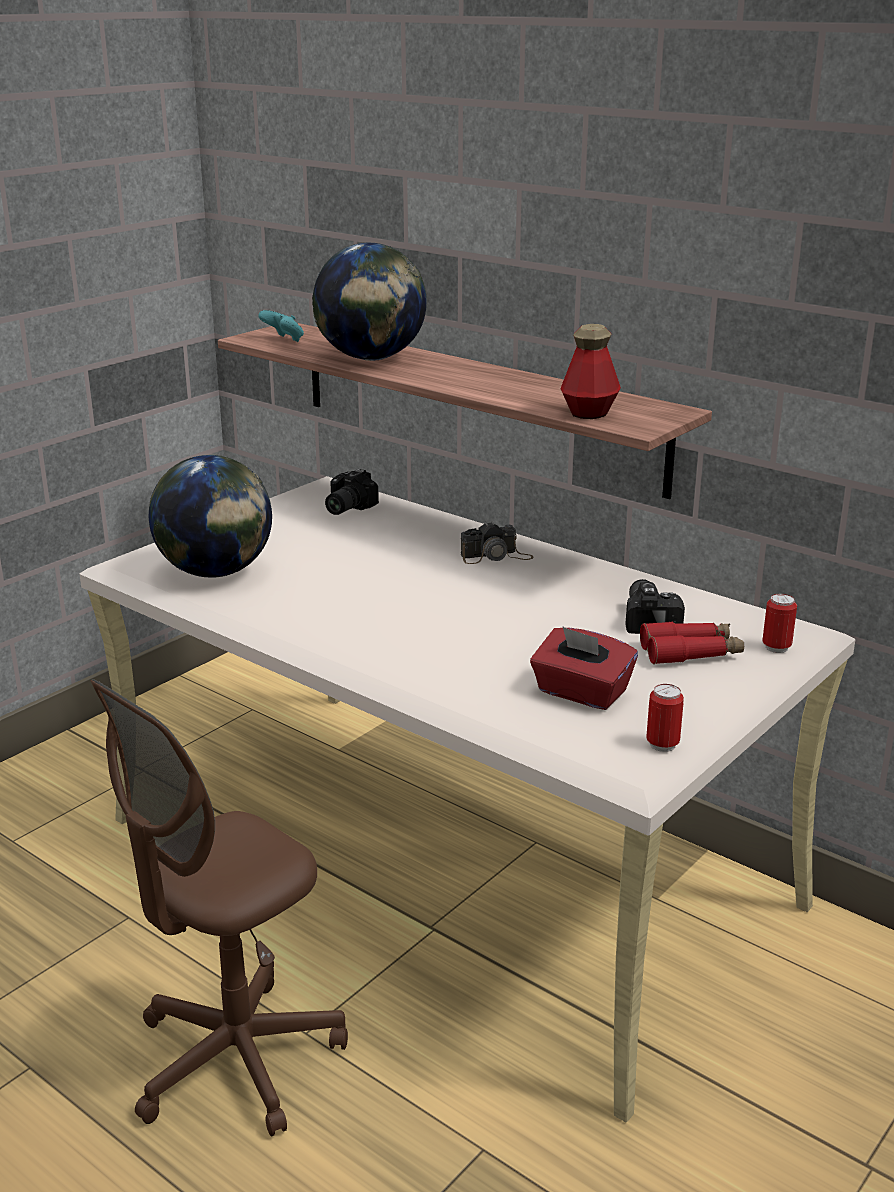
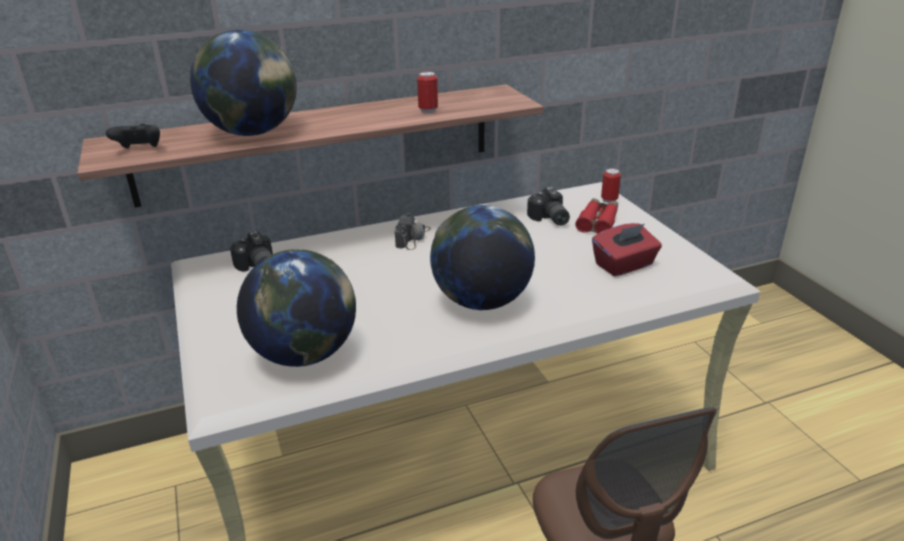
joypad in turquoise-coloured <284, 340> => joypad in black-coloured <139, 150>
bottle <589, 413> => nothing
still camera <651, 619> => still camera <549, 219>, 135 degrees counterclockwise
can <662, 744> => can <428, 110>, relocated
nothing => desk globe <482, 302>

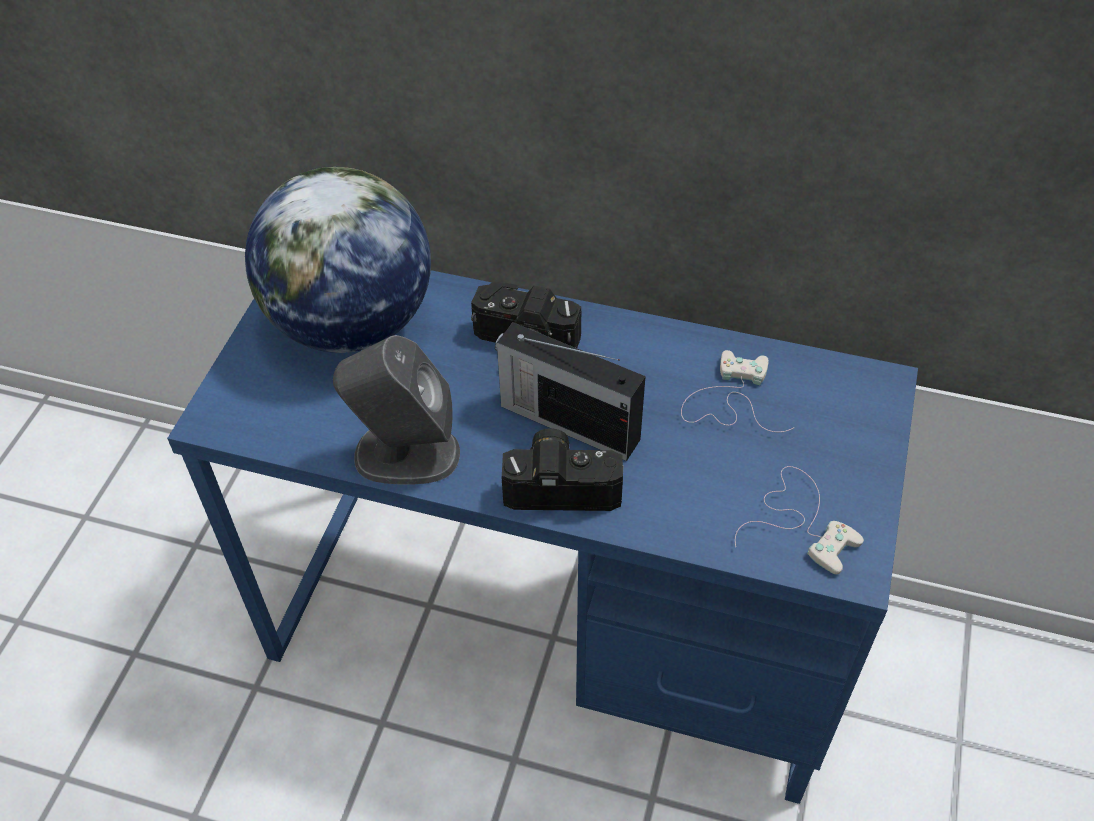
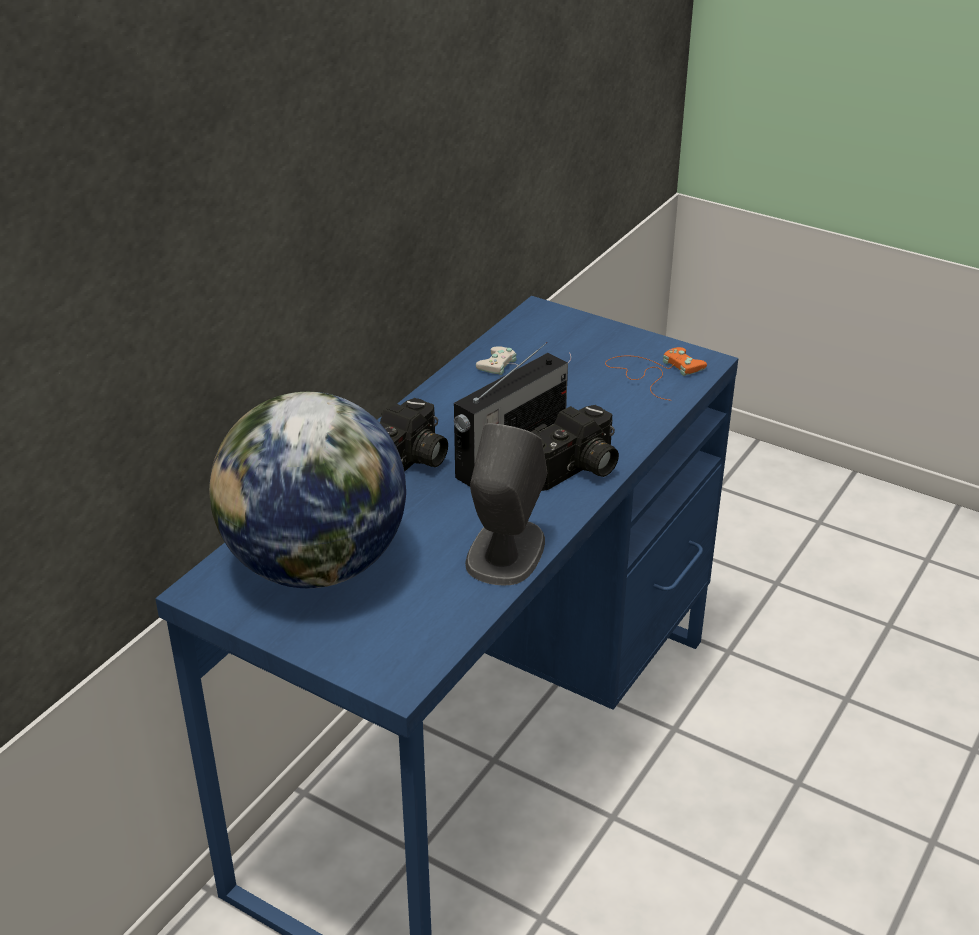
still camera <563, 483> => still camera <575, 471>, 150 degrees counterclockwise
joypad in whitish <800, 521> => joypad in orange-coloured <653, 372>

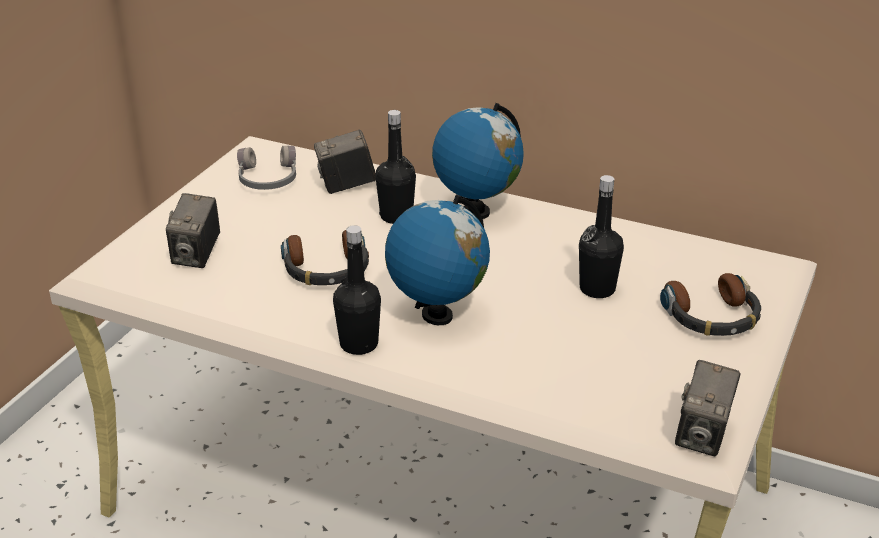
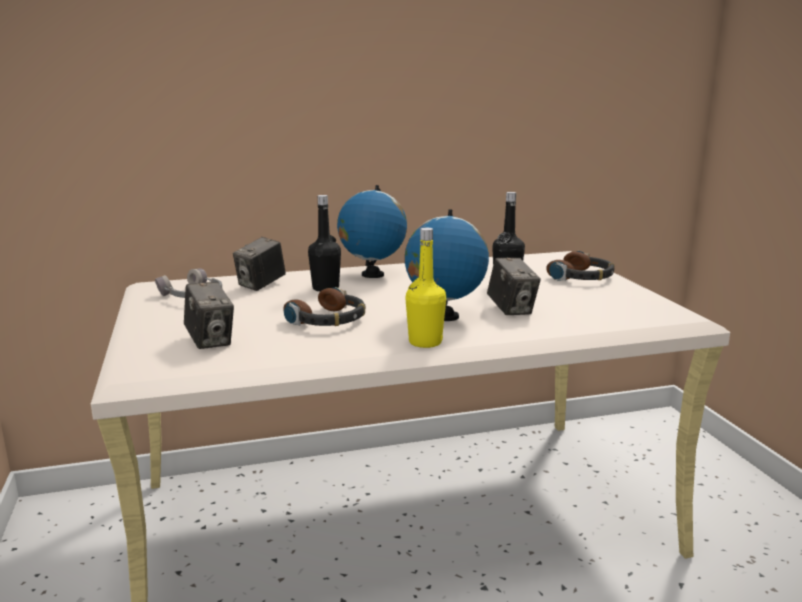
bottle in black-coloured <359, 344> => bottle in yellowish <425, 342>
still camera <702, 436> => still camera <511, 310>, relocated

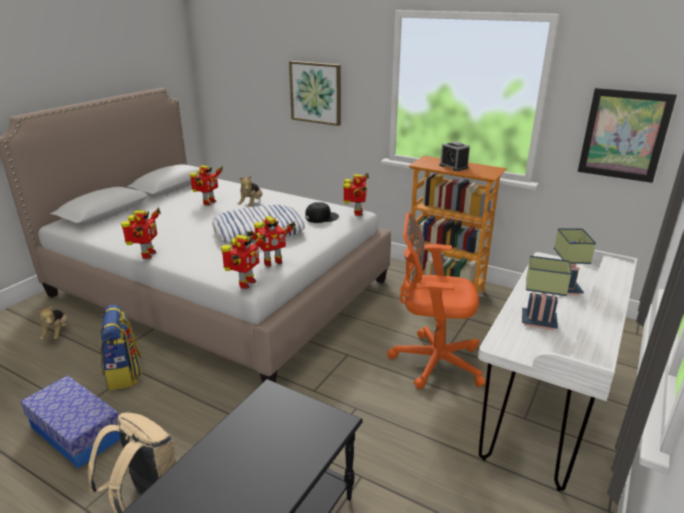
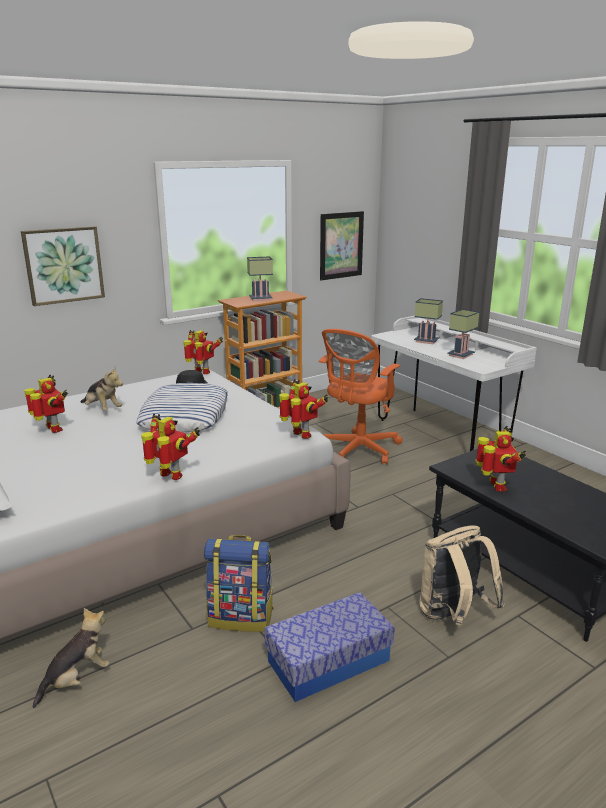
table clock <453, 166> => lamp for a table <261, 299>
robot figure <272, 262> => robot figure <496, 486>, relocated
soft toy <57, 333> => soft toy <77, 679>, 60 degrees counterclockwise

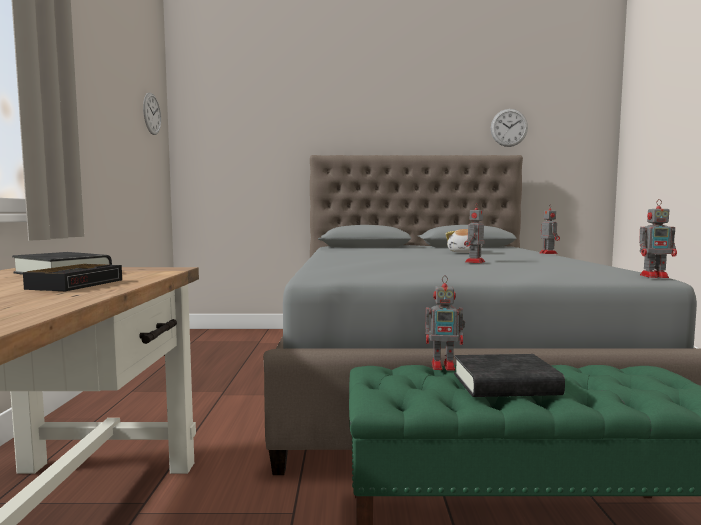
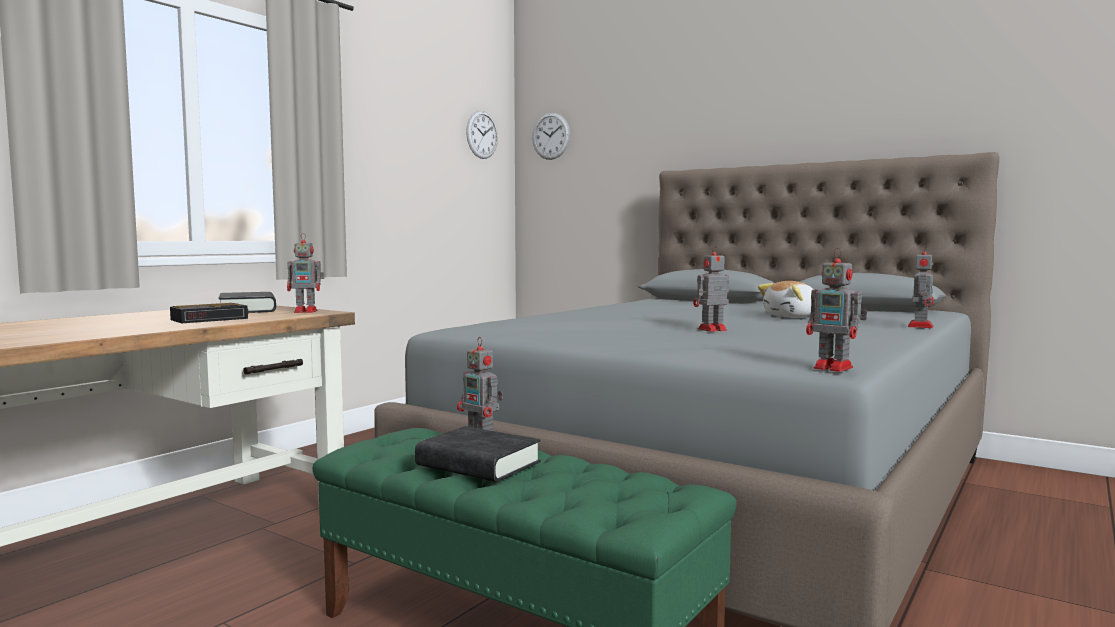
wall clock <509, 127> => wall clock <551, 136>, relocated
nothing => robot figure <307, 311>

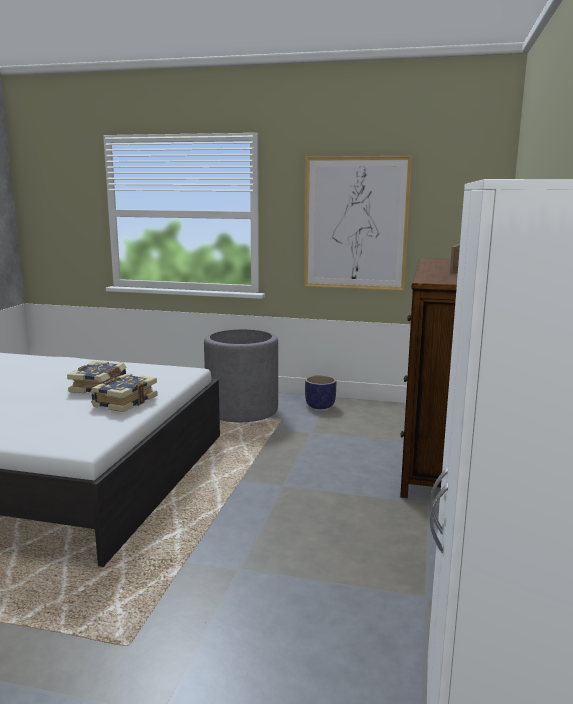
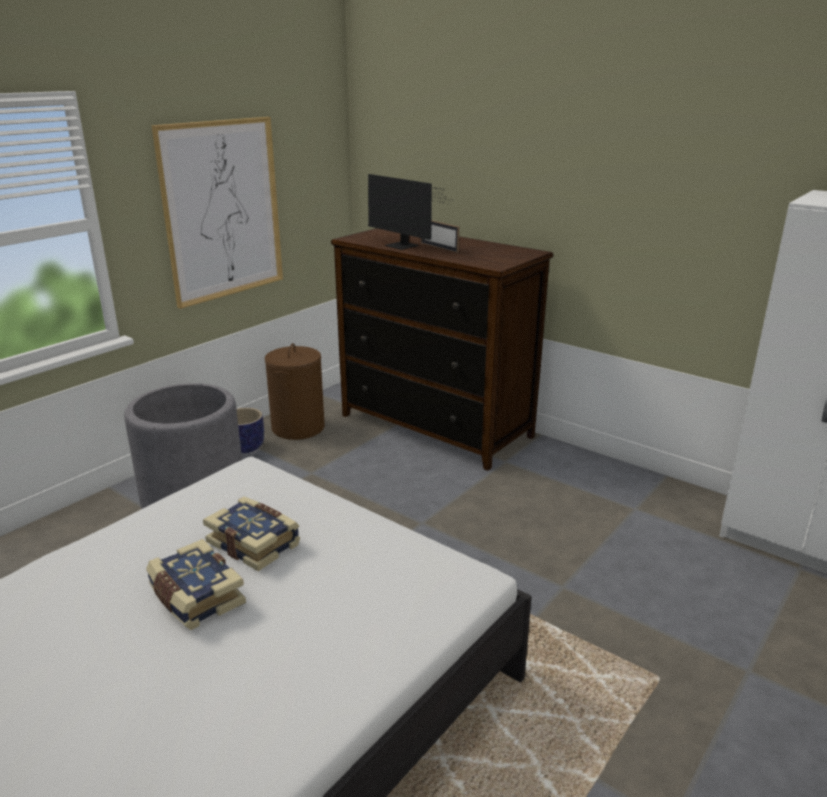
bound book <124, 402> => bound book <195, 597>, relocated
nothing => computer display <404, 246>
nothing => washing basket in brownish <298, 427>

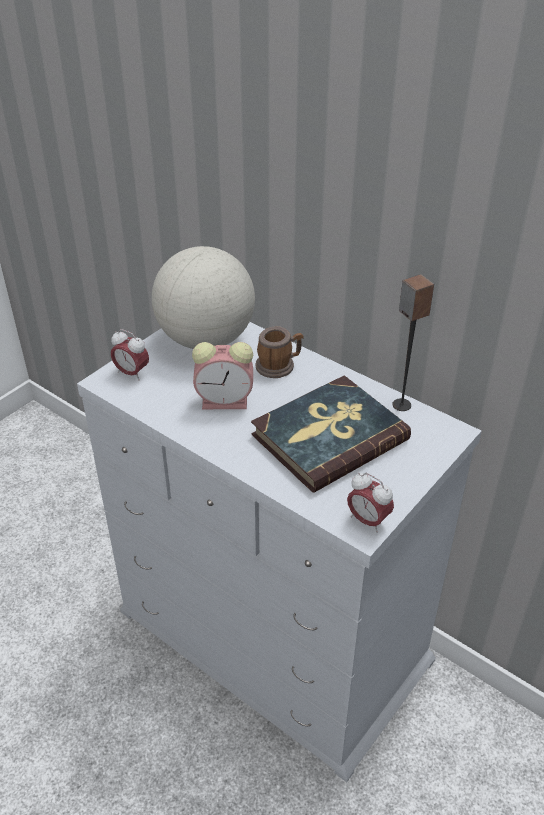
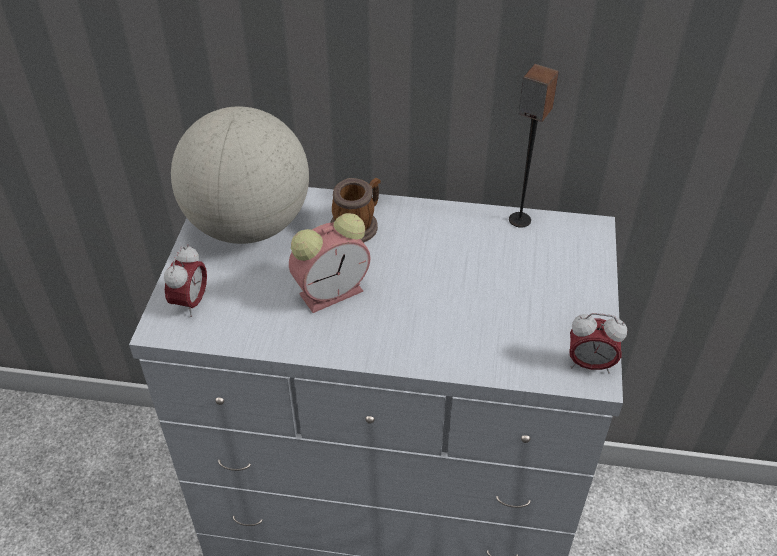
table clock <132, 373> => table clock <191, 302>, 75 degrees counterclockwise
bound book <329, 437> => nothing

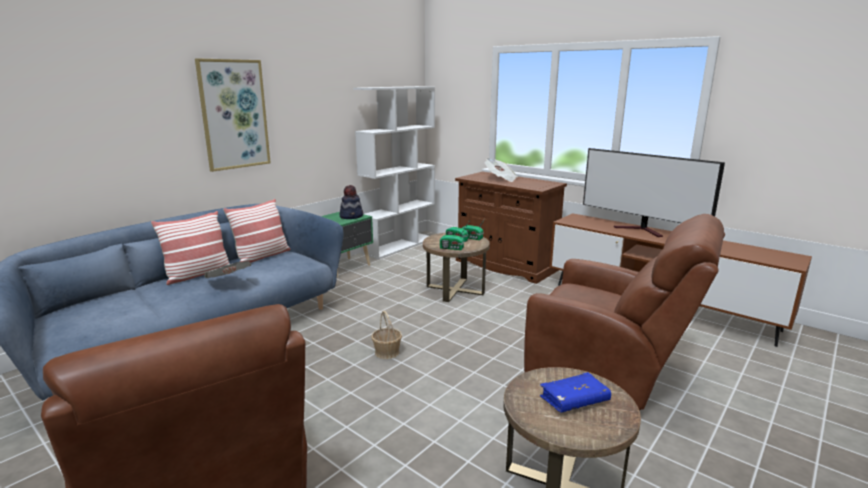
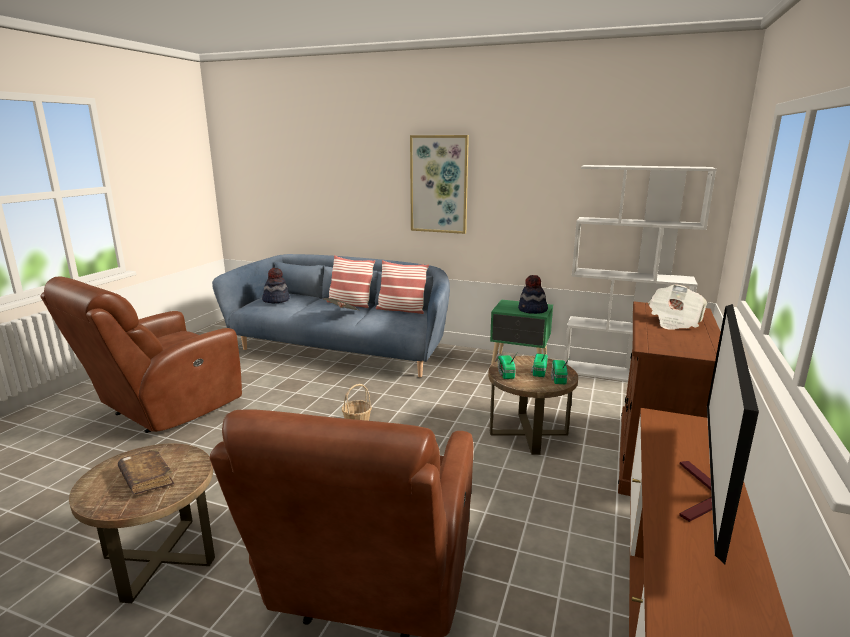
bound book in blue <574, 400> => bound book in brownish <147, 479>
nothing => hat <276, 300>

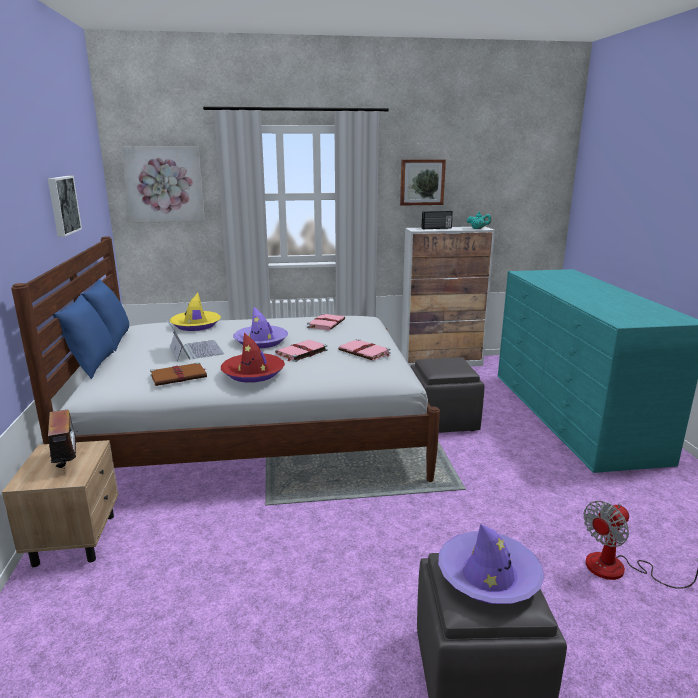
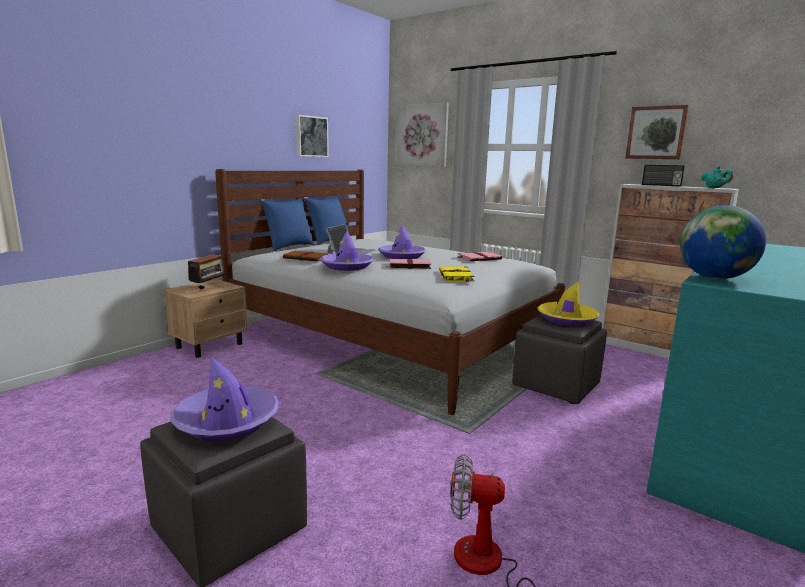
hat in yellowish <196, 325> => hat in yellowish <567, 319>, relocated
hat in red-coloured <253, 373> => hat in purple <347, 266>
bound book in pink <365, 352> => bound book in yellowish <456, 276>
nothing => desk globe <714, 278>

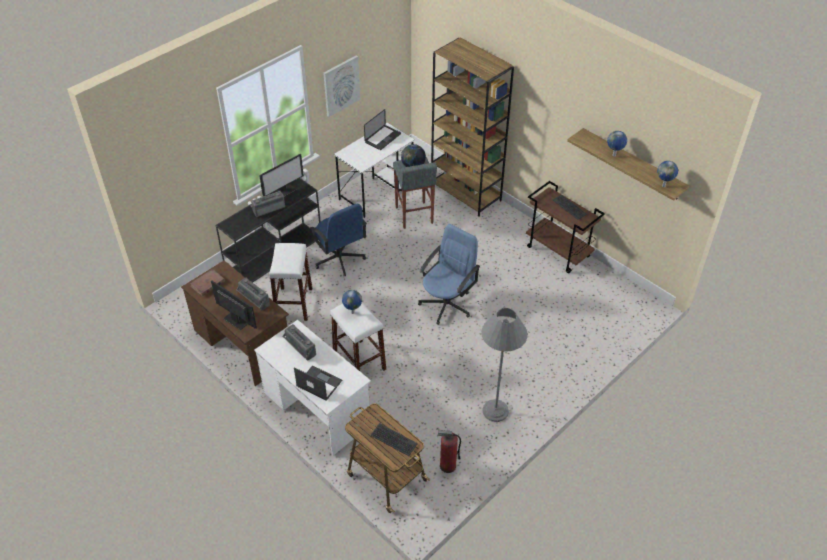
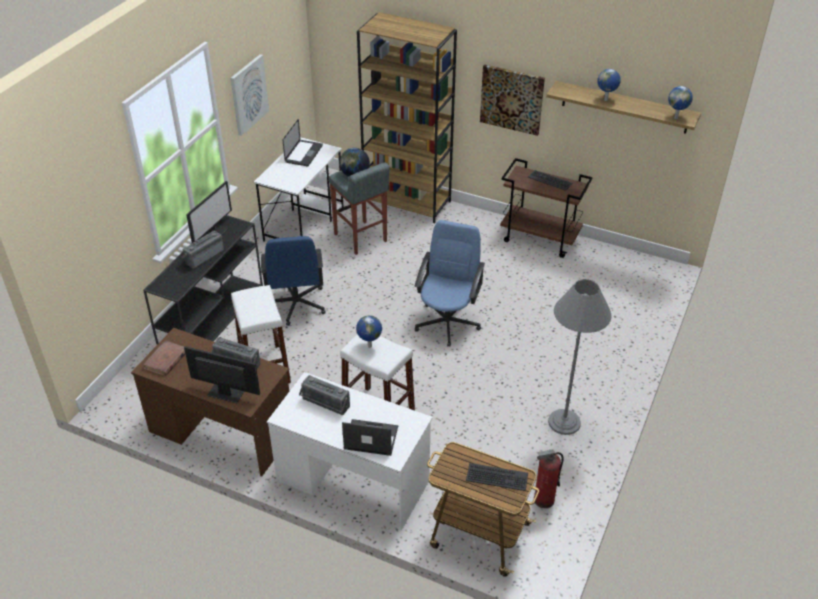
desk chair in blue <339, 259> => desk chair in blue <296, 304>, 45 degrees clockwise
nothing => wall art <512, 99>

